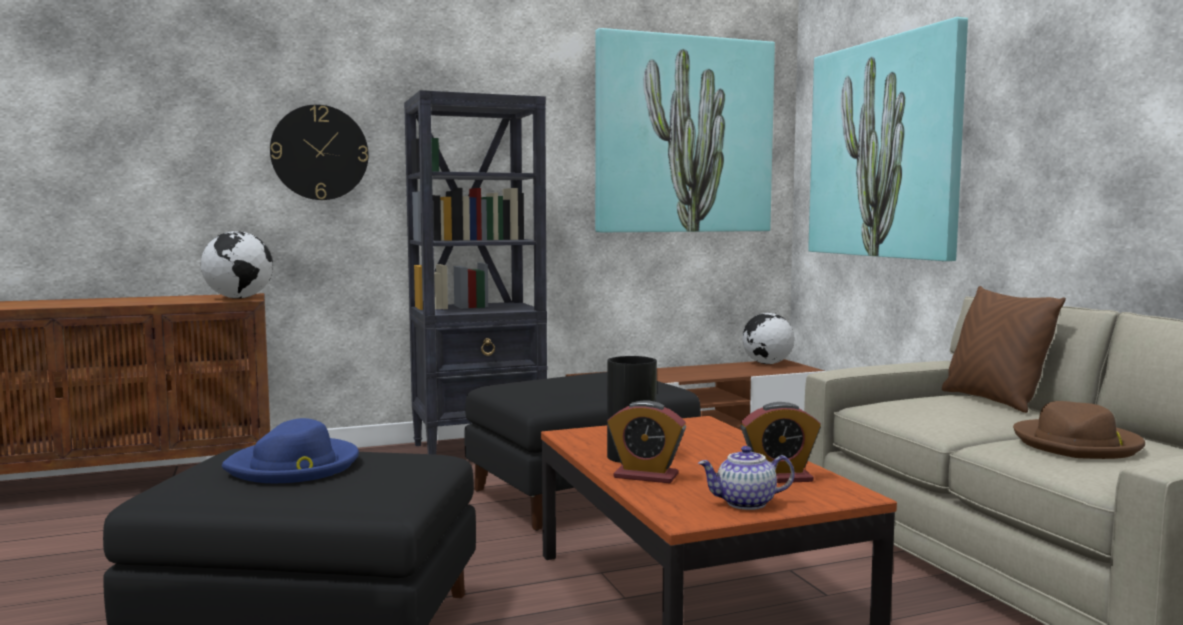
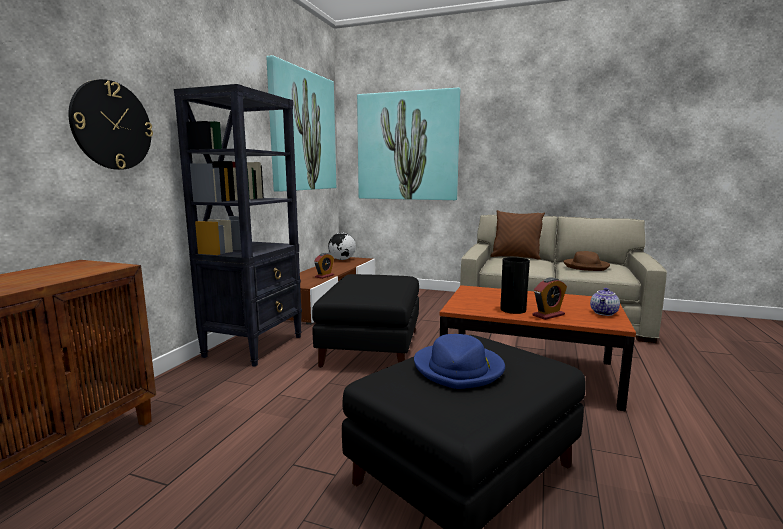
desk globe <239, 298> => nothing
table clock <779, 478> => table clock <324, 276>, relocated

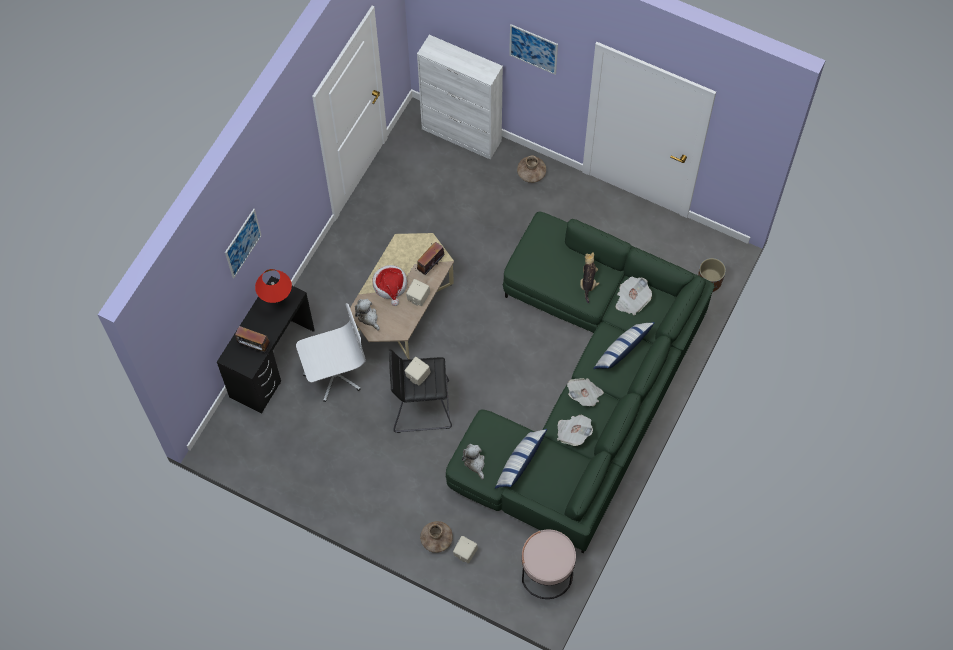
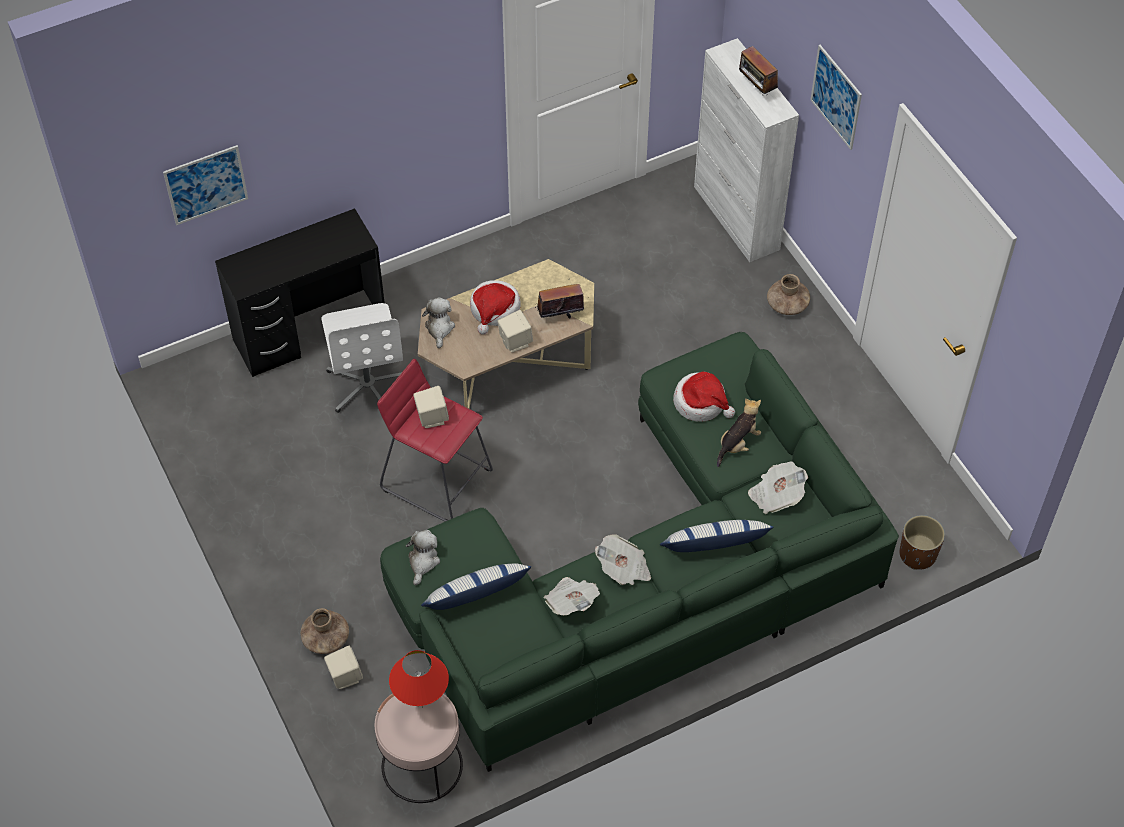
wall art <243, 243> => wall art <206, 184>, relocated
lamp for a table in red-coloured <278, 303> => lamp for a table in red-coloured <422, 707>, relocated
desk chair in whitish <334, 374> => desk chair in whitish <368, 384>, 60 degrees clockwise
radio receiver <254, 346> => radio receiver <756, 88>, relocated
stool in black-coloured <421, 406> => stool in red-coloured <437, 479>
nothing => hat <701, 403>

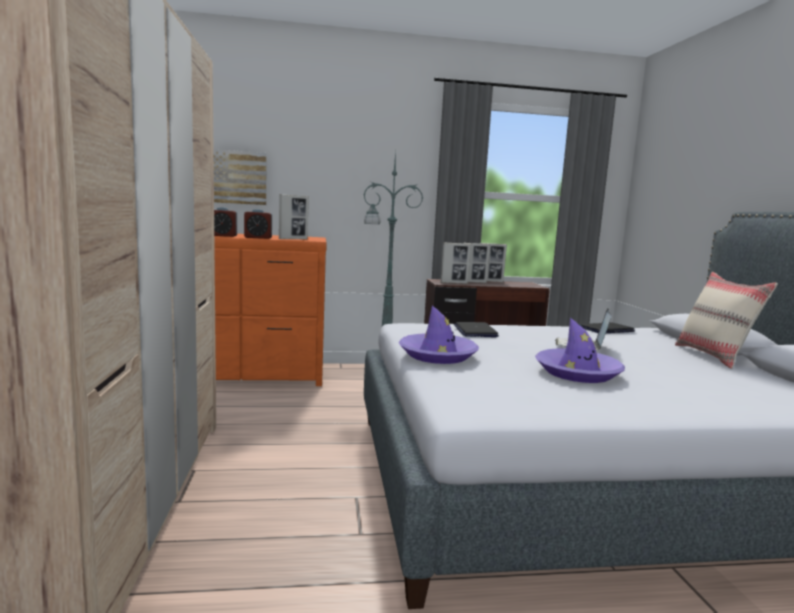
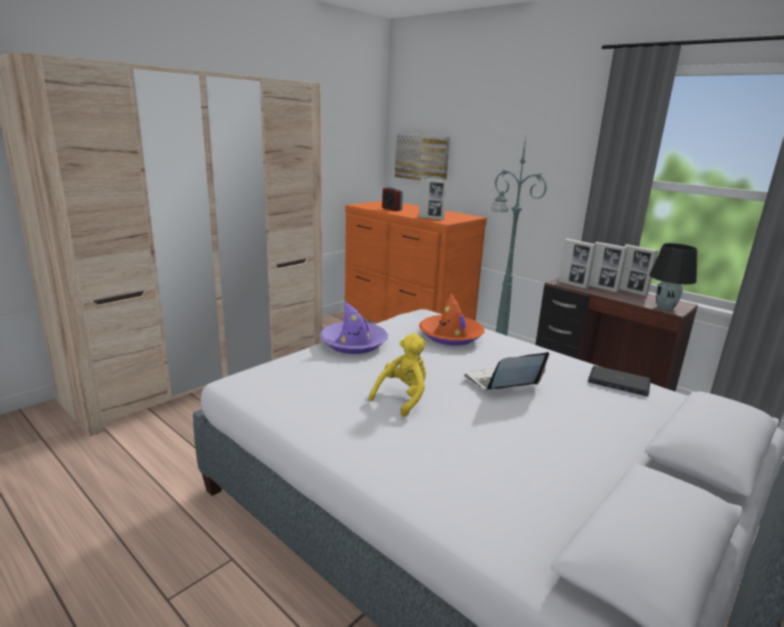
table clock <258, 238> => nothing
pillow in beige <714, 356> => nothing
hat in purple <577, 373> => soft toy in yellowish <403, 397>
portable computer <475, 331> => hat in orange-coloured <451, 336>
nothing => lamp for a table in black-coloured <665, 307>

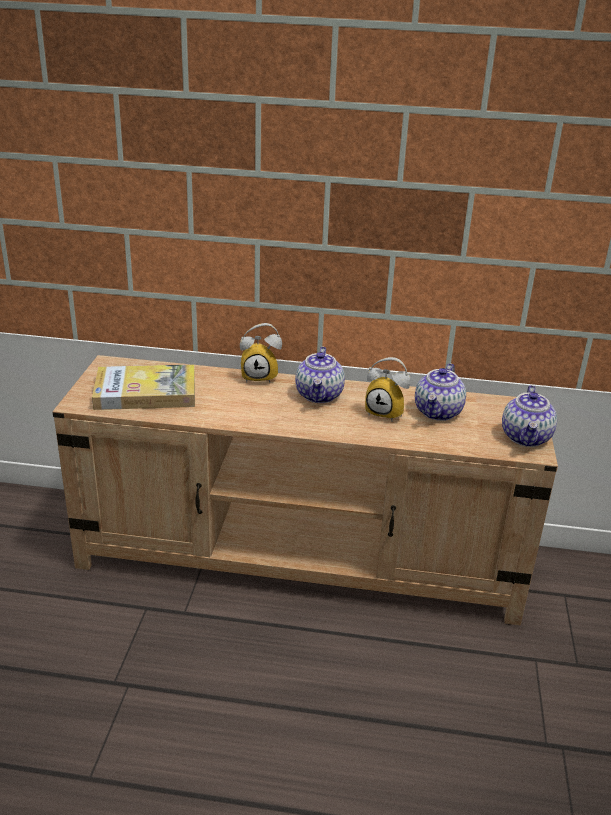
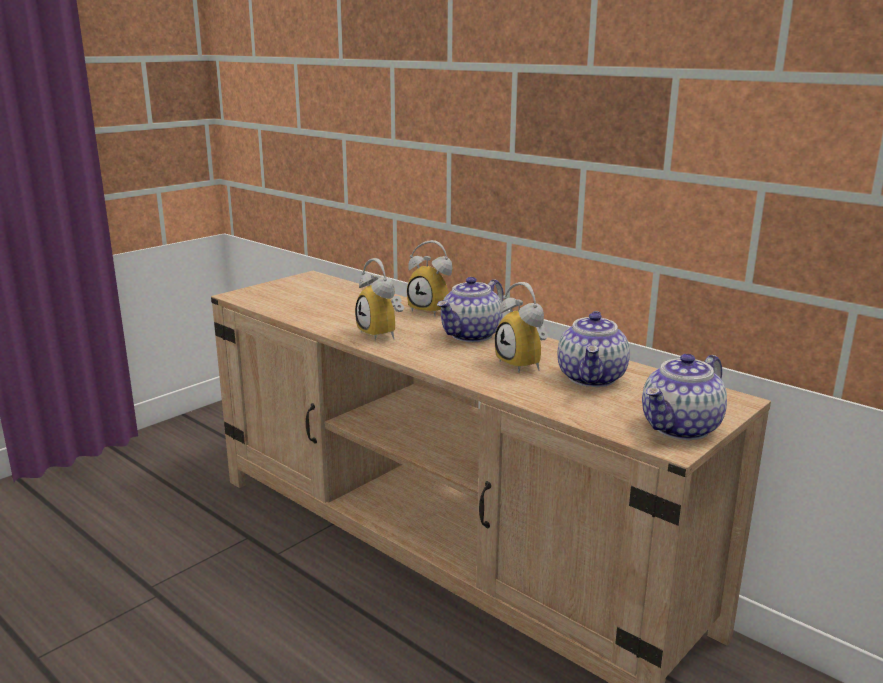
pot for tea <438, 412> => pot for tea <592, 378>, 45 degrees counterclockwise
bound book <146, 392> => nothing
nothing => table clock <384, 334>

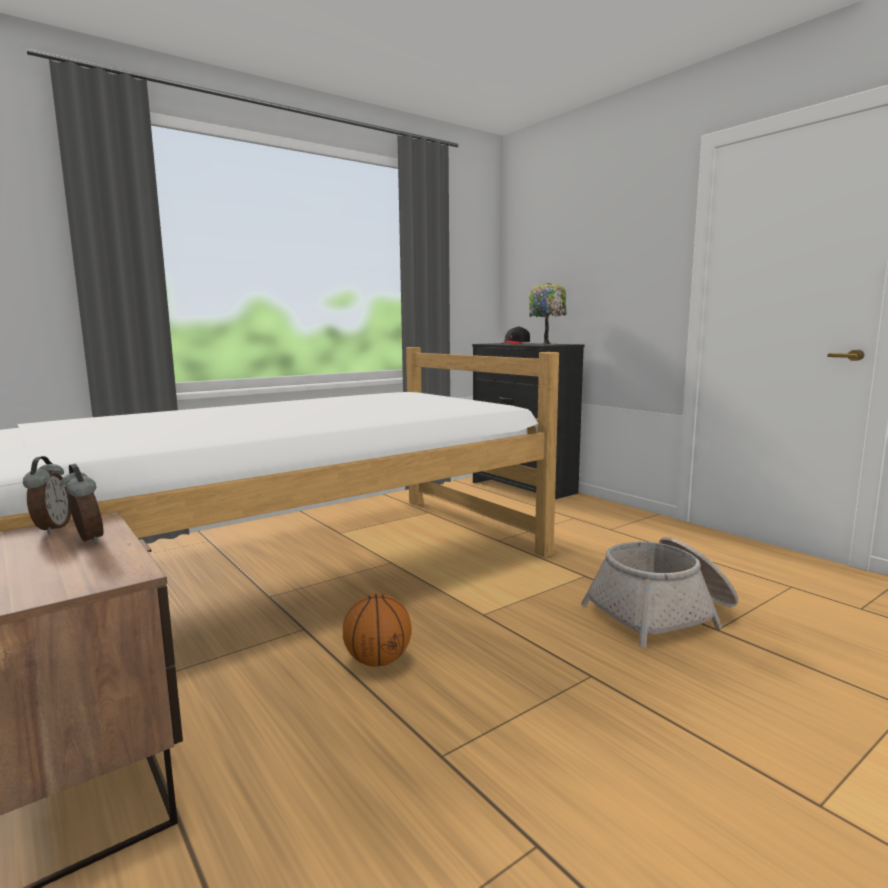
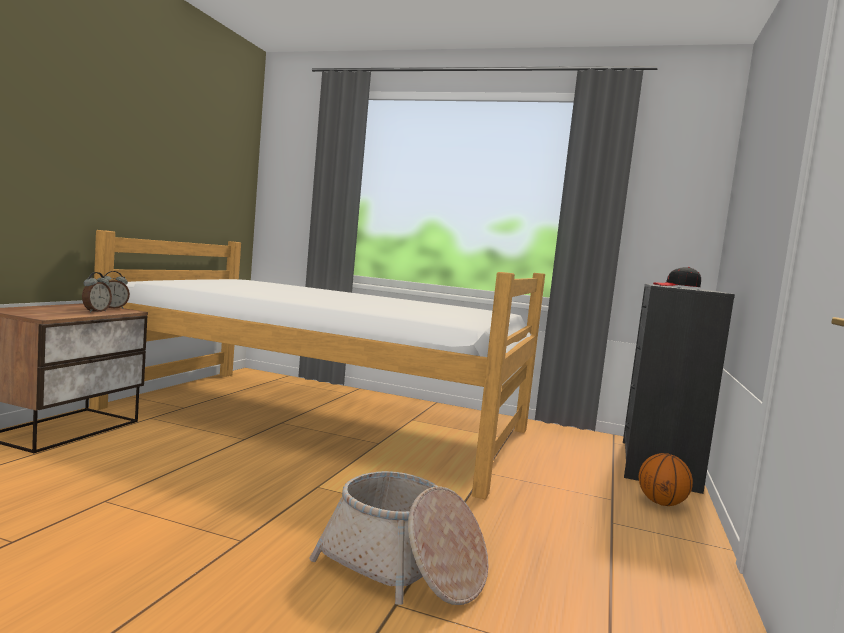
lamp for a table <547, 344> => nothing
ball for basketball <378, 661> => ball for basketball <661, 503>, relocated

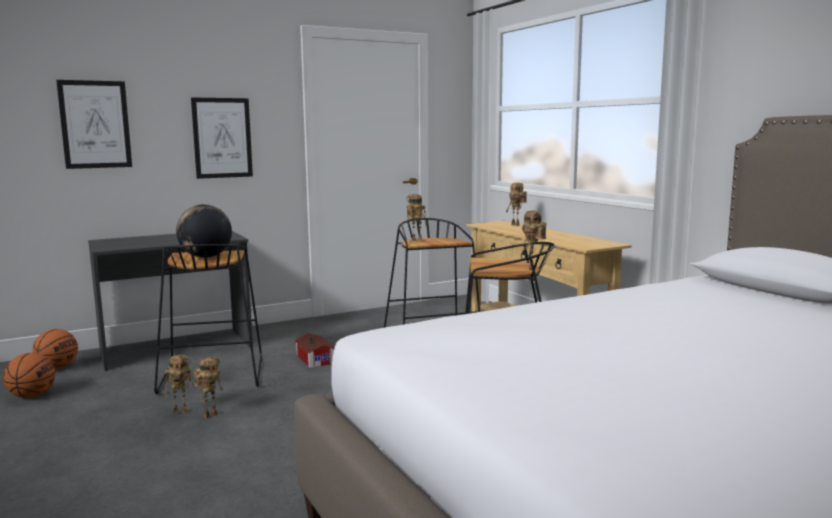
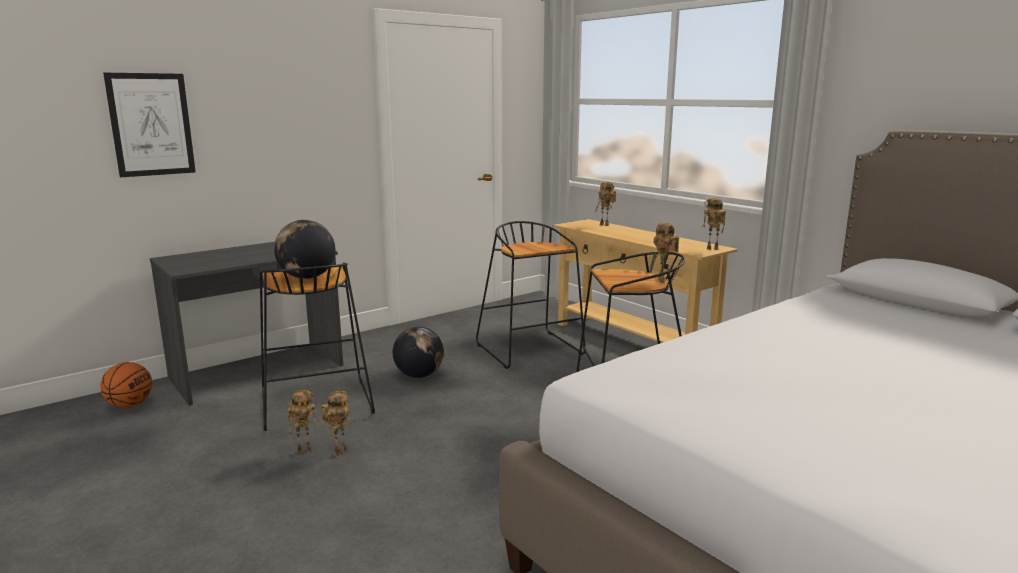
wall art <222, 138> => nothing
robot figure <415, 241> => robot figure <711, 249>, relocated
miniature house <316, 358> => desk globe <419, 375>
ball for basketball <32, 396> => nothing

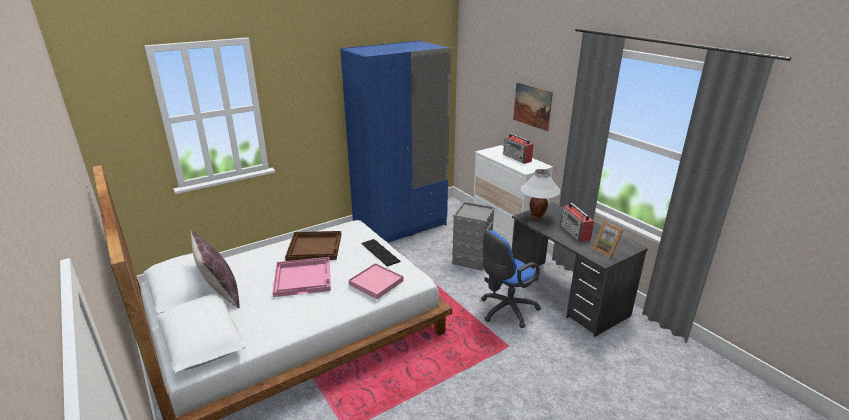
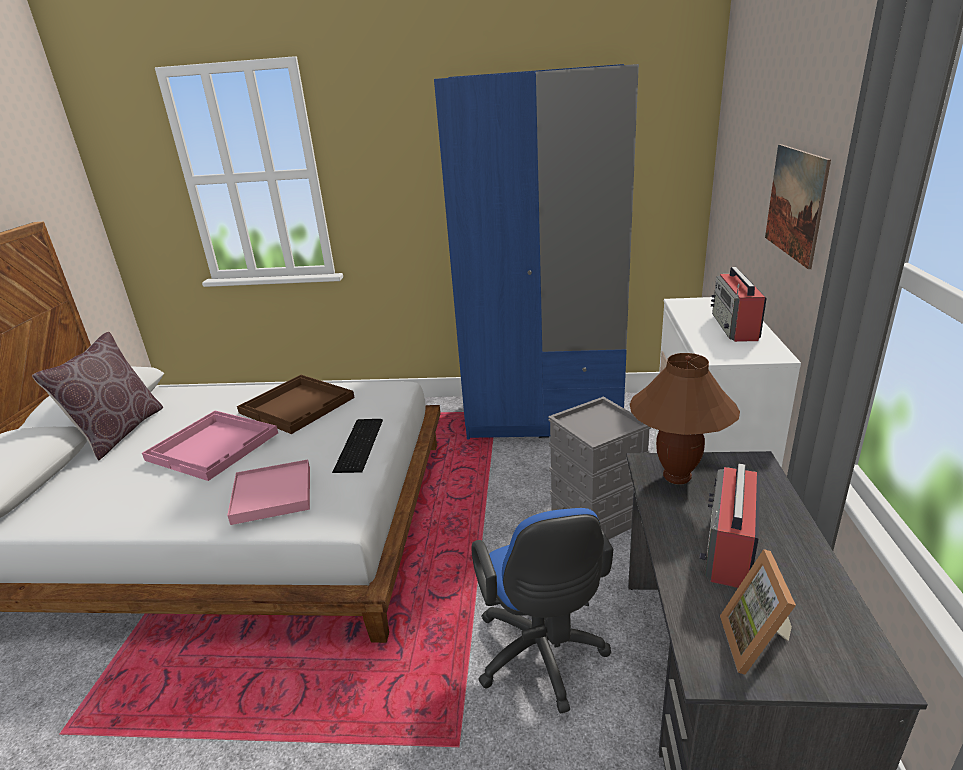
lamp for a table in whitish <537, 218> => lamp for a table in brownish <677, 477>
desk chair in blue <505, 311> => desk chair in blue <542, 658>, 105 degrees counterclockwise

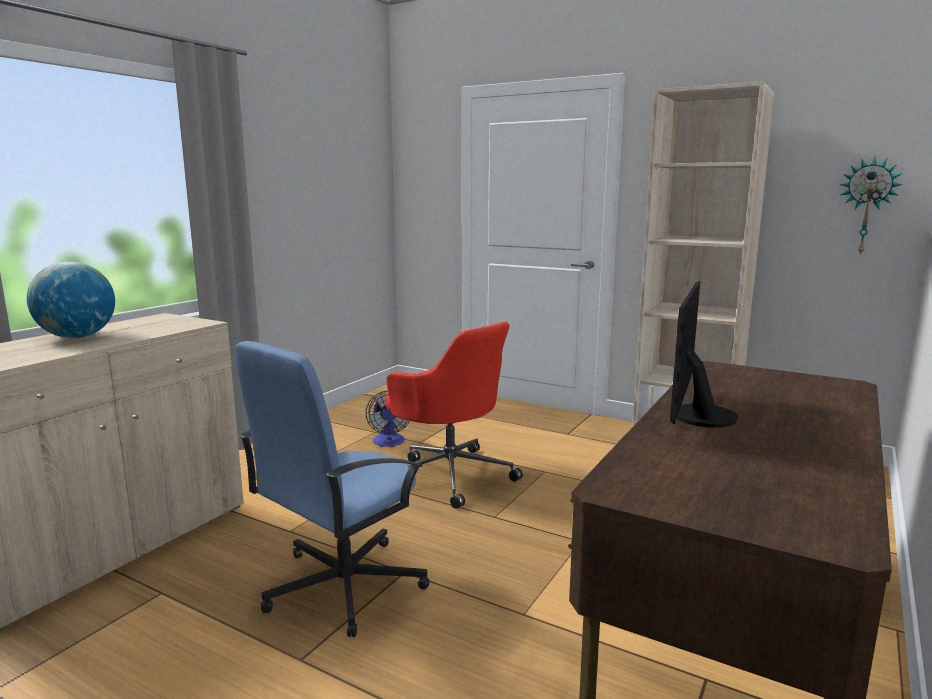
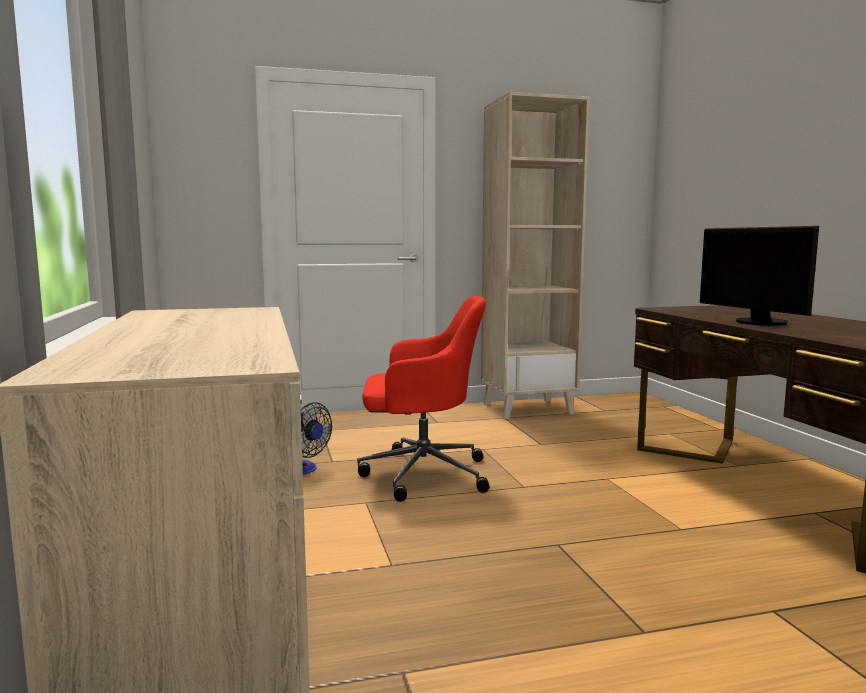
wall clock <867, 206> => nothing
desk globe <77, 337> => nothing
desk chair in blue <342, 586> => nothing

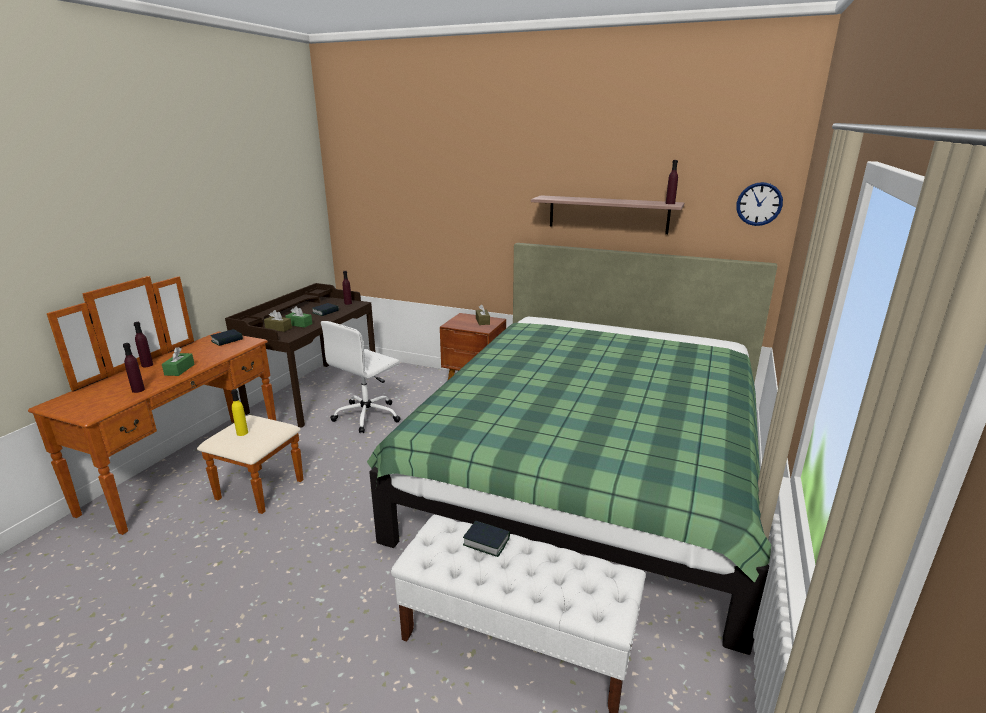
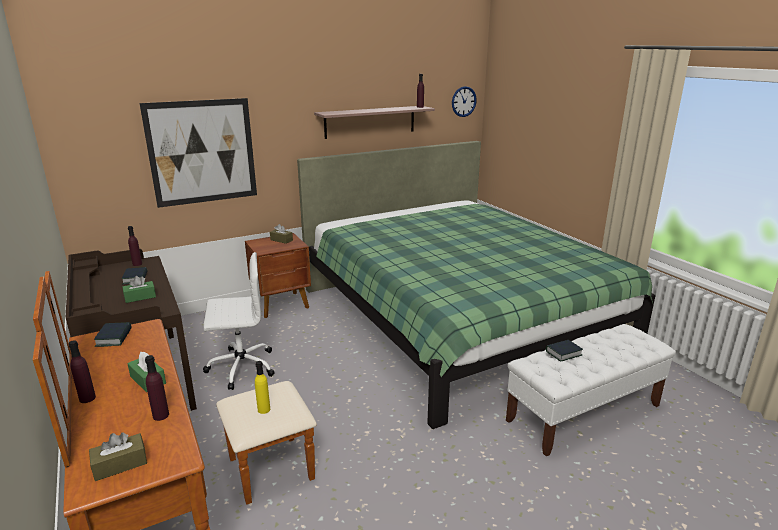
tissue holder in brownish <278, 328> => tissue holder in brownish <120, 464>, relocated
desk chair in whitish <368, 415> => desk chair in whitish <240, 367>, 90 degrees counterclockwise
nothing => wall art <202, 152>

